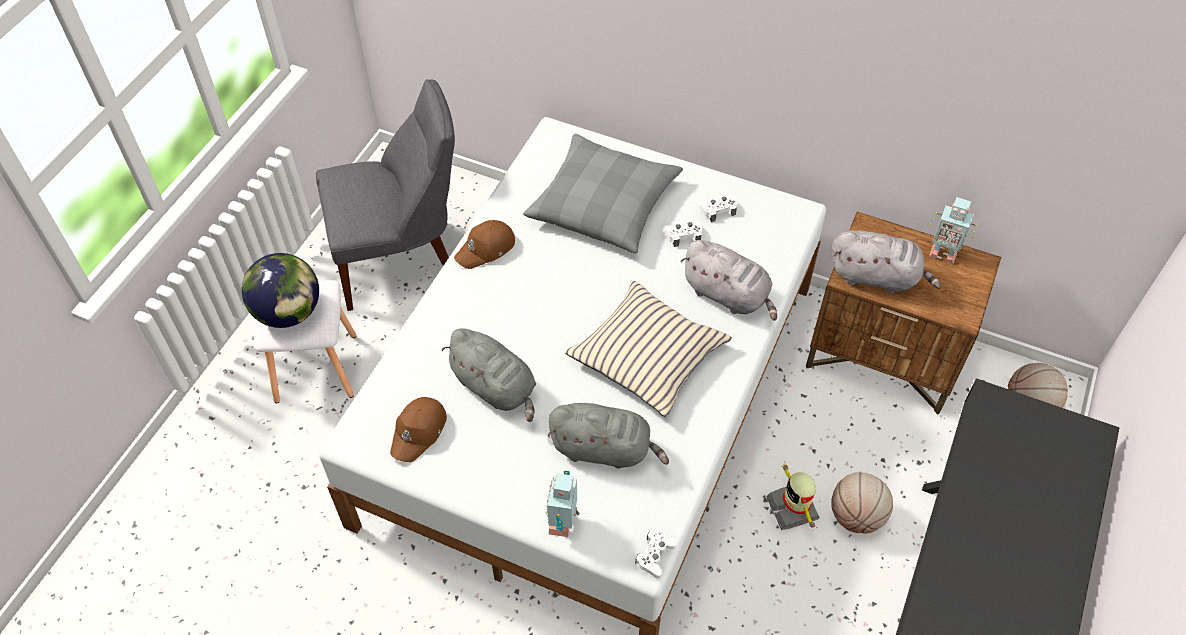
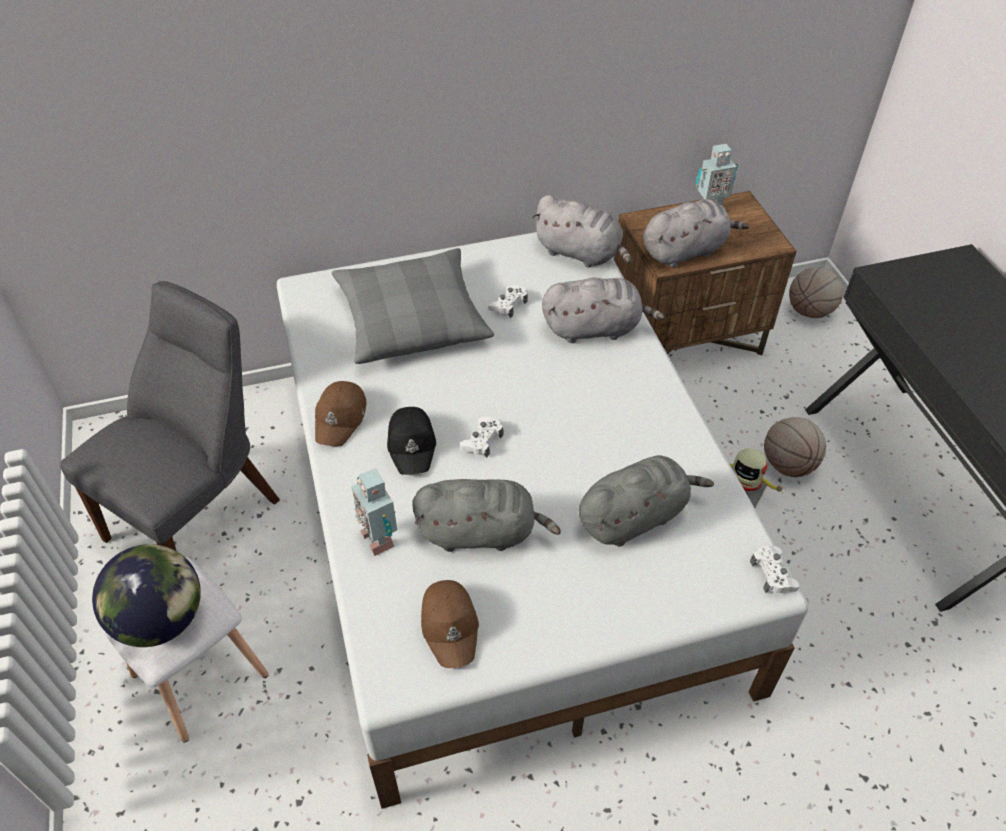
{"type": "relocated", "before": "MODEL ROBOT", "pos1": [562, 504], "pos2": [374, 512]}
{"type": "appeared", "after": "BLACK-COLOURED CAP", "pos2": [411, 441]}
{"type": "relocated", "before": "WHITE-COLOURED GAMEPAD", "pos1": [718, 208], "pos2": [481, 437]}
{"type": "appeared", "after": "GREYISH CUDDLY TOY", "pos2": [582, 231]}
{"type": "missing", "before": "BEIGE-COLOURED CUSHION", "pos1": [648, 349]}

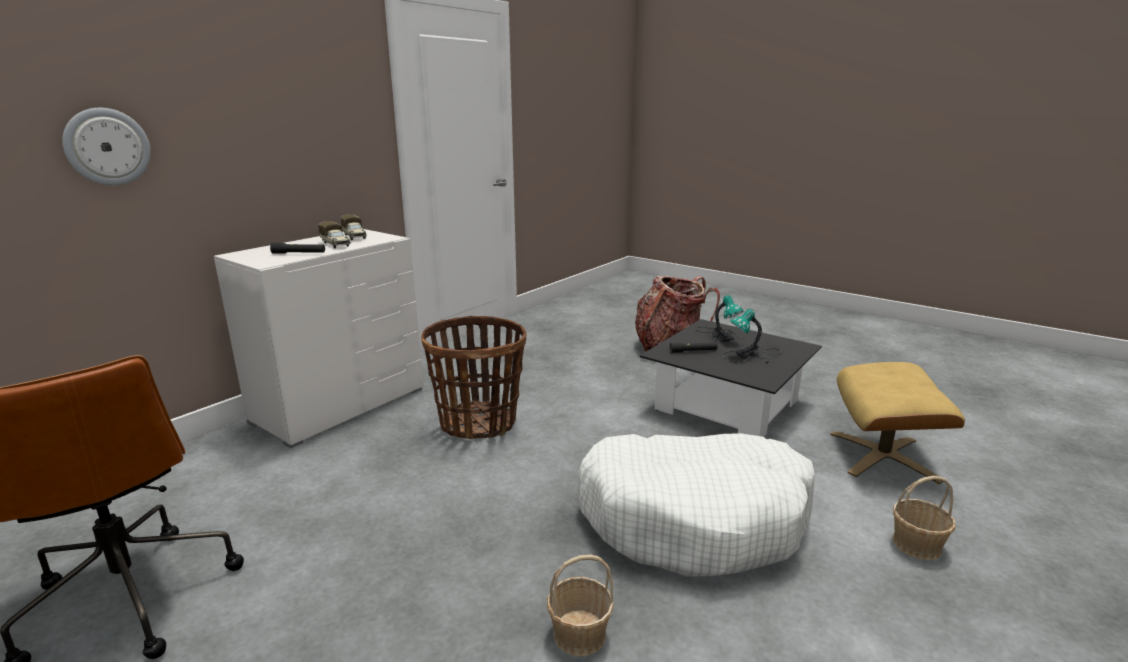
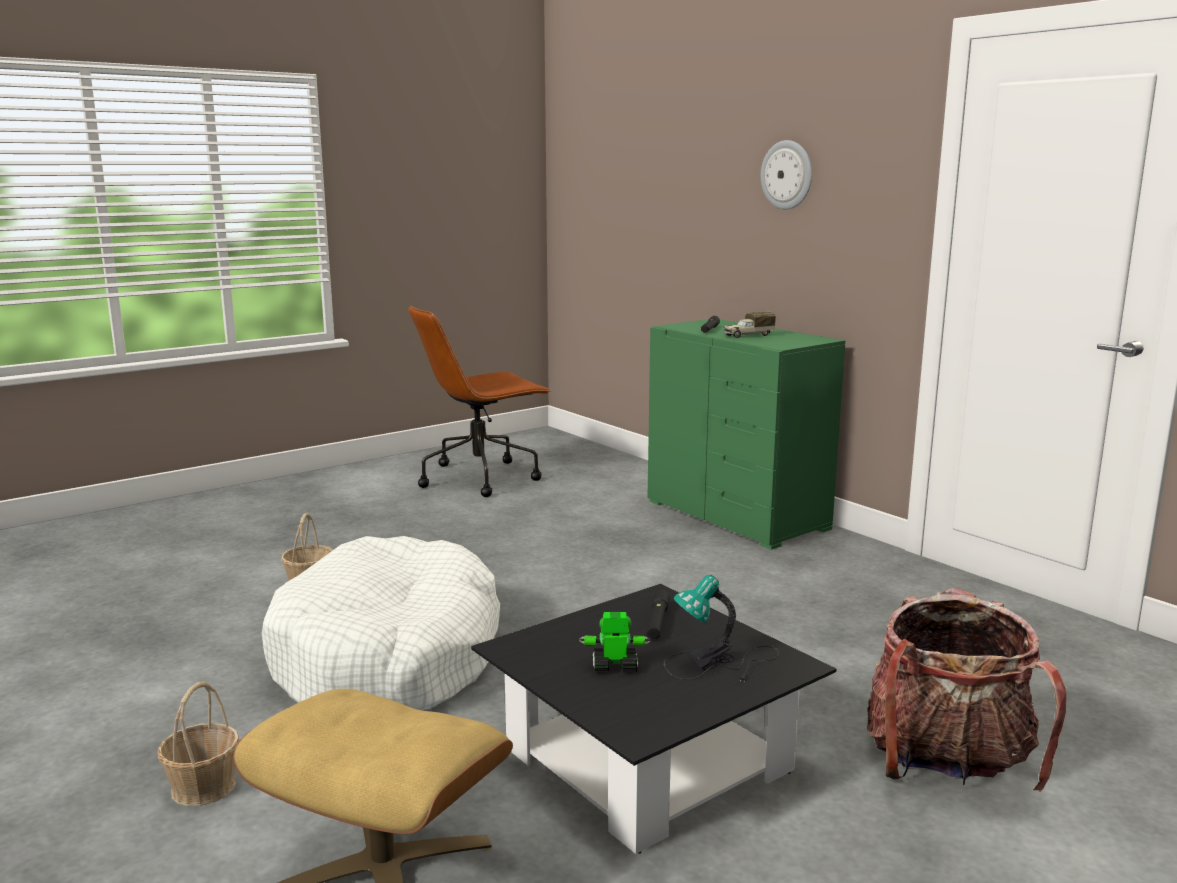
{"type": "exchanged", "before": "LAMP FOR A TABLE", "after": "MODEL ROBOT", "pos1": [752, 336], "pos2": [614, 642]}
{"type": "colour", "before": "WHITE-COLOURED DRAWER CHEST", "after": "GREEN-COLOURED DRAWER CHEST", "pos1": [318, 338], "pos2": [746, 434]}
{"type": "relocated", "before": "WALL CLOCK", "pos1": [106, 147], "pos2": [786, 174]}
{"type": "missing", "before": "TOY LORRY", "pos1": [354, 227]}
{"type": "missing", "before": "HOUSEHOLD BASKET", "pos1": [474, 377]}

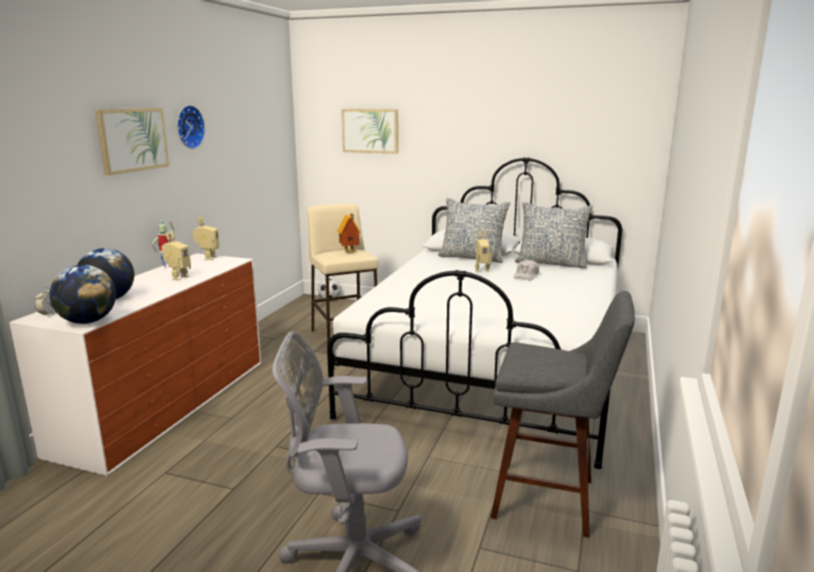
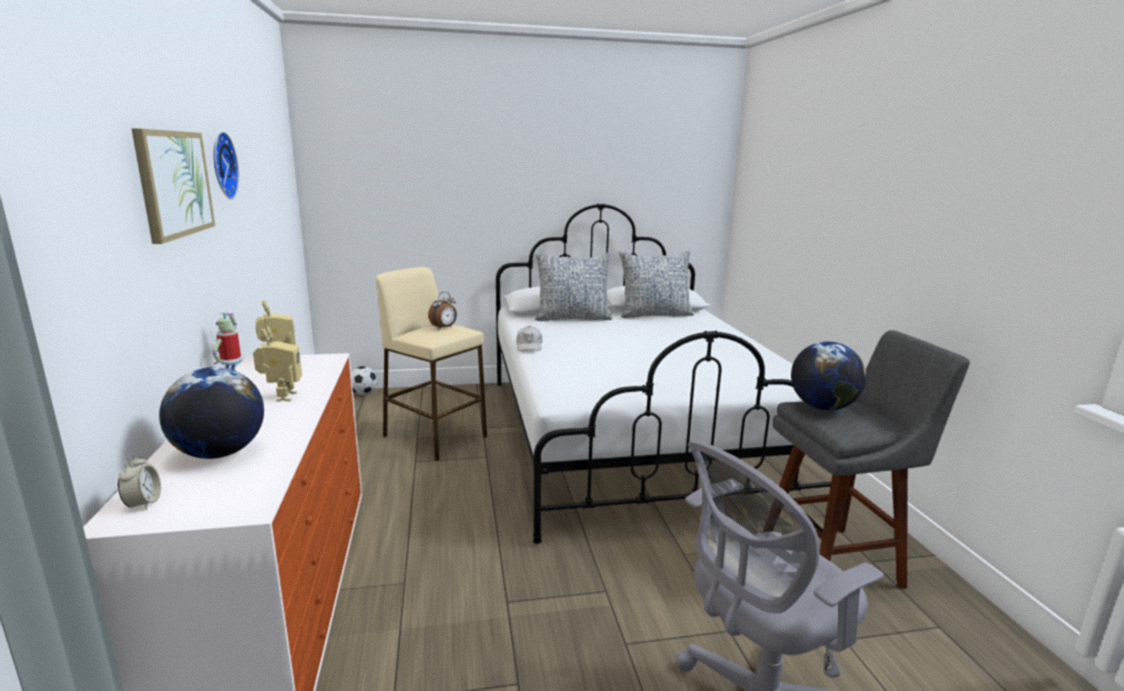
{"type": "exchanged", "before": "TOY HOUSE", "after": "BEDSIDE CLOCK", "pos1": [349, 233], "pos2": [442, 310]}
{"type": "relocated", "before": "WHITE-COLOURED CAP", "pos1": [526, 270], "pos2": [529, 338]}
{"type": "relocated", "before": "GLOBE", "pos1": [82, 294], "pos2": [828, 375]}
{"type": "missing", "before": "WALL ART", "pos1": [369, 131]}
{"type": "missing", "before": "MODEL ROBOT", "pos1": [483, 251]}

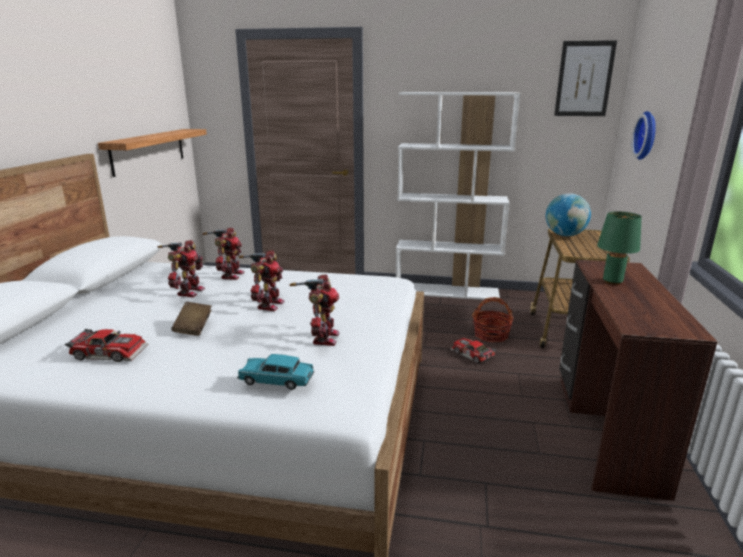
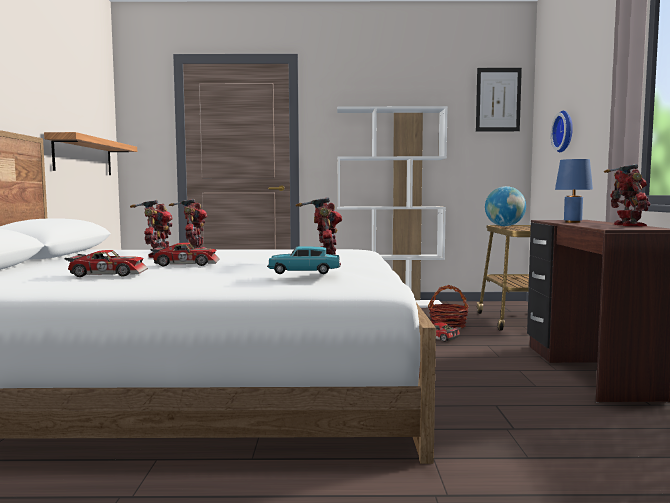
{"type": "exchanged", "before": "BROWNISH VOLUME", "after": "MODEL CAR", "pos1": [191, 319], "pos2": [184, 254]}
{"type": "colour", "before": "GREEN-COLOURED LAMP FOR A TABLE", "after": "BLUE-COLOURED LAMP FOR A TABLE", "pos1": [619, 248], "pos2": [574, 191]}
{"type": "relocated", "before": "MODEL ROBOT", "pos1": [262, 280], "pos2": [627, 195]}

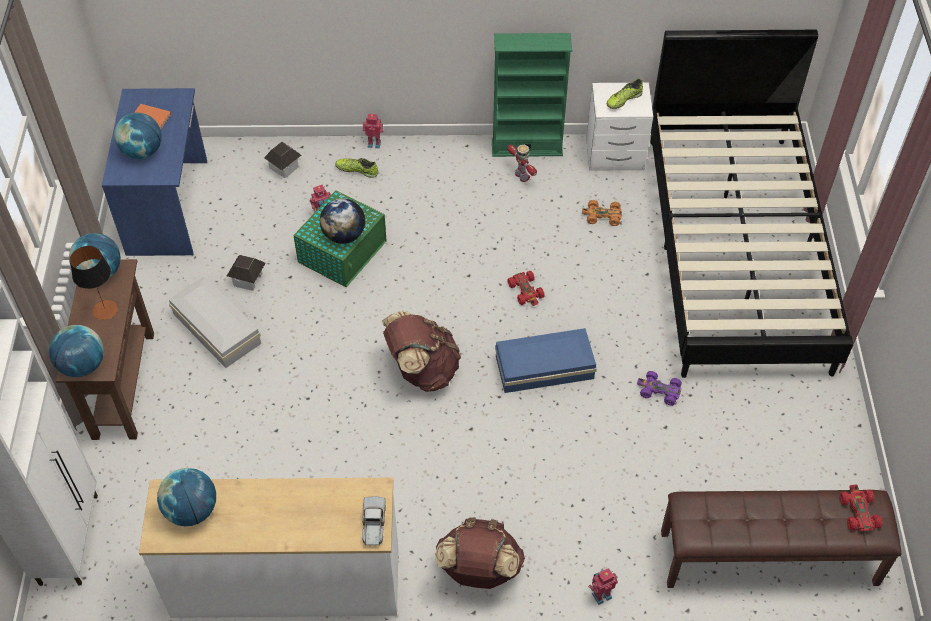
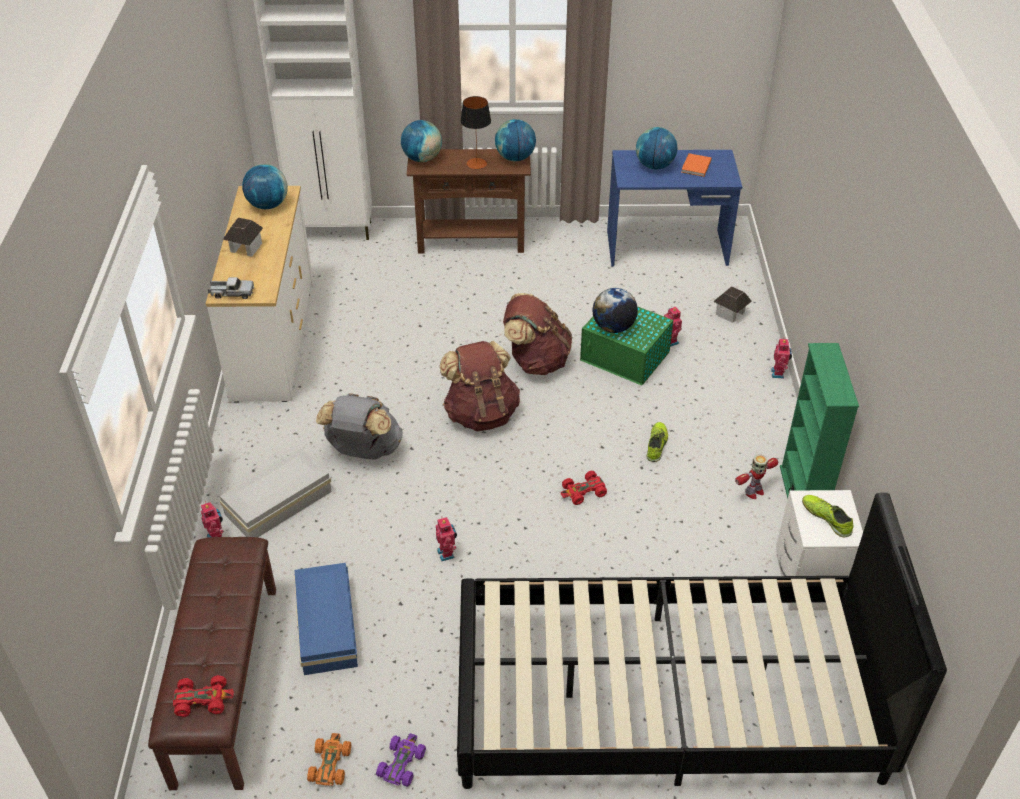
{"type": "relocated", "before": "WHITE-COLOURED STORAGE BIN", "pos1": [215, 322], "pos2": [276, 492]}
{"type": "relocated", "before": "TOY HOUSE", "pos1": [246, 273], "pos2": [243, 237]}
{"type": "relocated", "before": "BLUE-COLOURED STORAGE BIN", "pos1": [546, 360], "pos2": [326, 619]}
{"type": "relocated", "before": "ORANGEY MODEL CAR", "pos1": [602, 213], "pos2": [329, 759]}
{"type": "appeared", "after": "GREYISH KNAPSACK", "pos2": [359, 426]}
{"type": "relocated", "before": "PURPLE-COLOURED MODEL CAR", "pos1": [659, 388], "pos2": [401, 760]}
{"type": "appeared", "after": "MODEL ROBOT", "pos2": [446, 539]}
{"type": "relocated", "before": "BROWNISH KNAPSACK", "pos1": [480, 553], "pos2": [537, 334]}
{"type": "relocated", "before": "LOW SHOE", "pos1": [356, 168], "pos2": [657, 442]}

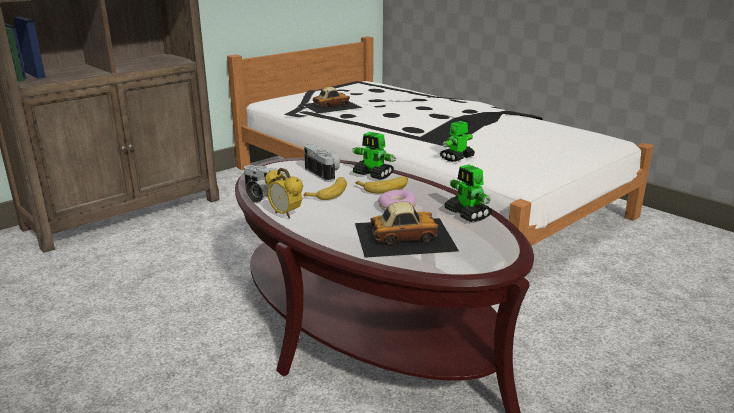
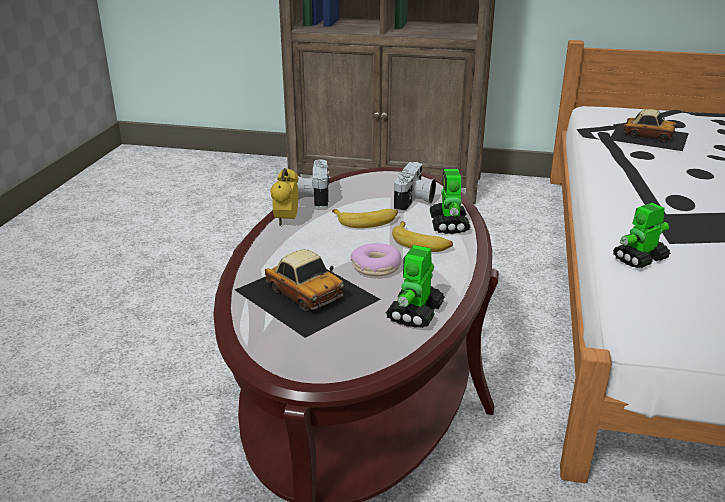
{"type": "spun", "before": "MODEL ROBOT", "pos1": [457, 141], "pos2": [642, 235], "turn": -45}

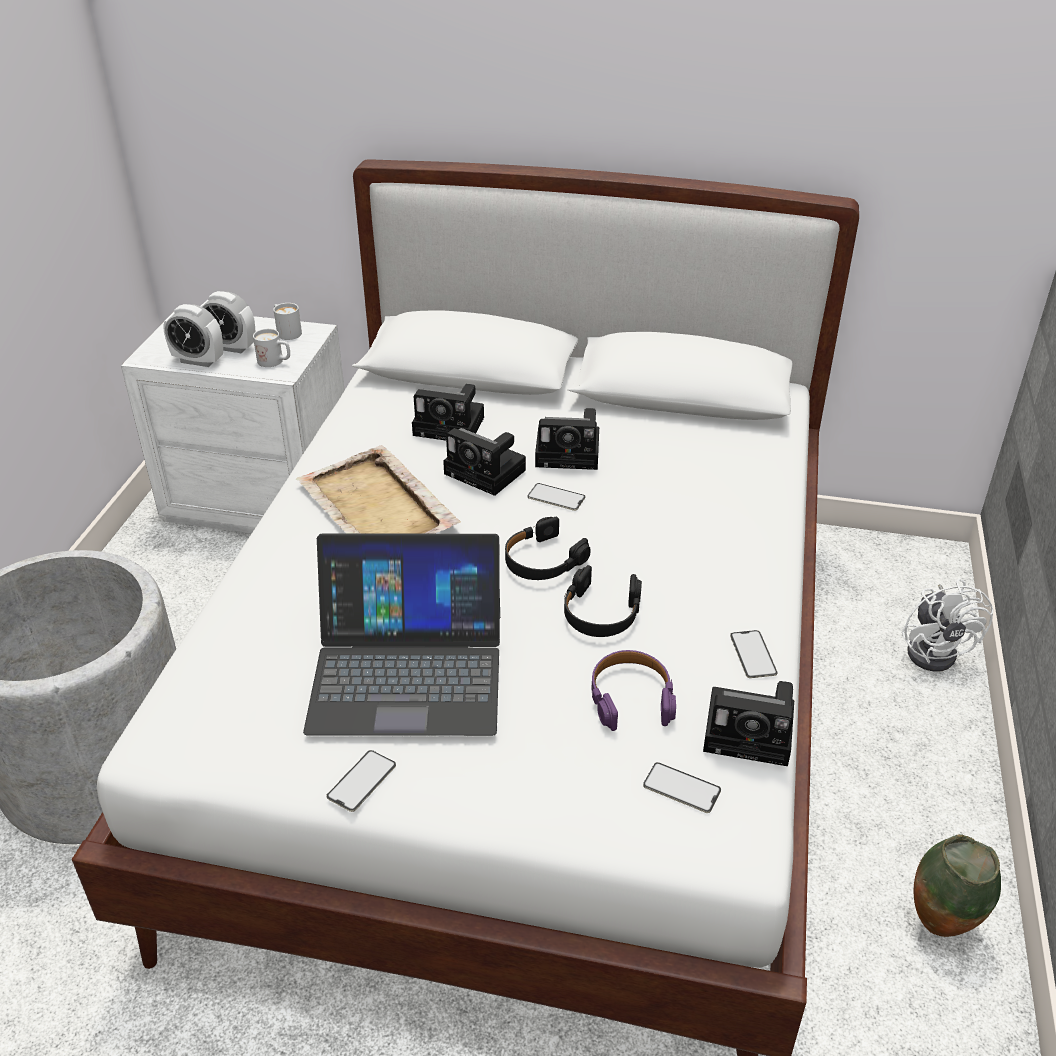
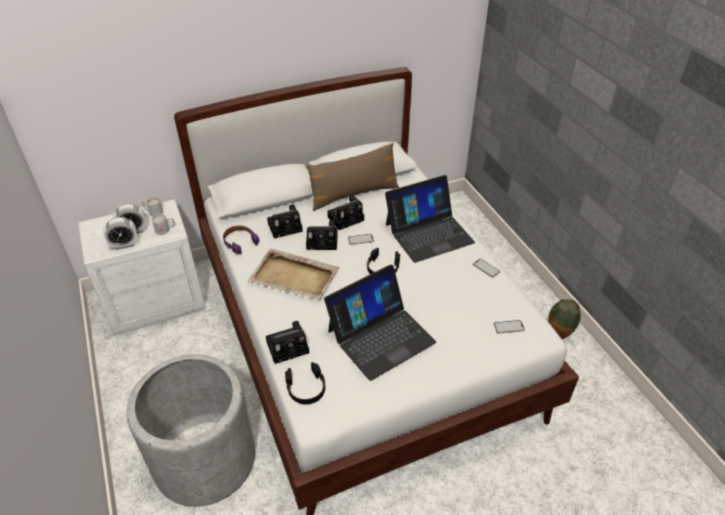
{"type": "relocated", "before": "PURPLE-COLOURED PAIR OF HEADPHONES", "pos1": [633, 690], "pos2": [241, 239]}
{"type": "relocated", "before": "STILL CAMERA", "pos1": [748, 723], "pos2": [287, 342]}
{"type": "relocated", "before": "BLACK-COLOURED PAIR OF HEADPHONES", "pos1": [603, 601], "pos2": [305, 383]}
{"type": "appeared", "after": "BROWNISH CUSHION", "pos2": [352, 177]}
{"type": "appeared", "after": "PORTABLE COMPUTER", "pos2": [430, 219]}
{"type": "missing", "before": "TELEPHONE", "pos1": [361, 781]}
{"type": "missing", "before": "WHITE-COLOURED ELECTRIC FAN", "pos1": [947, 625]}

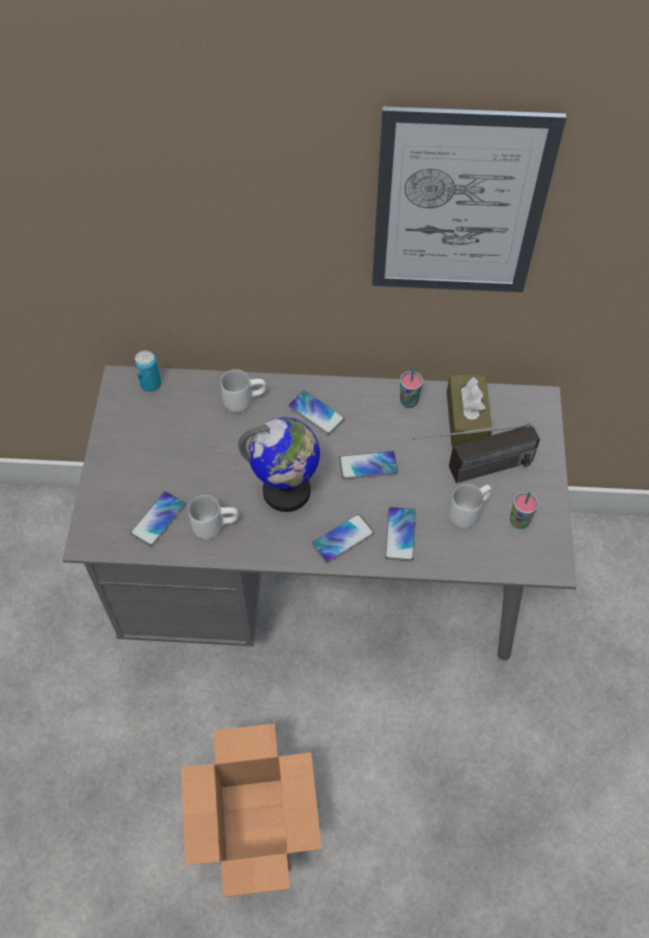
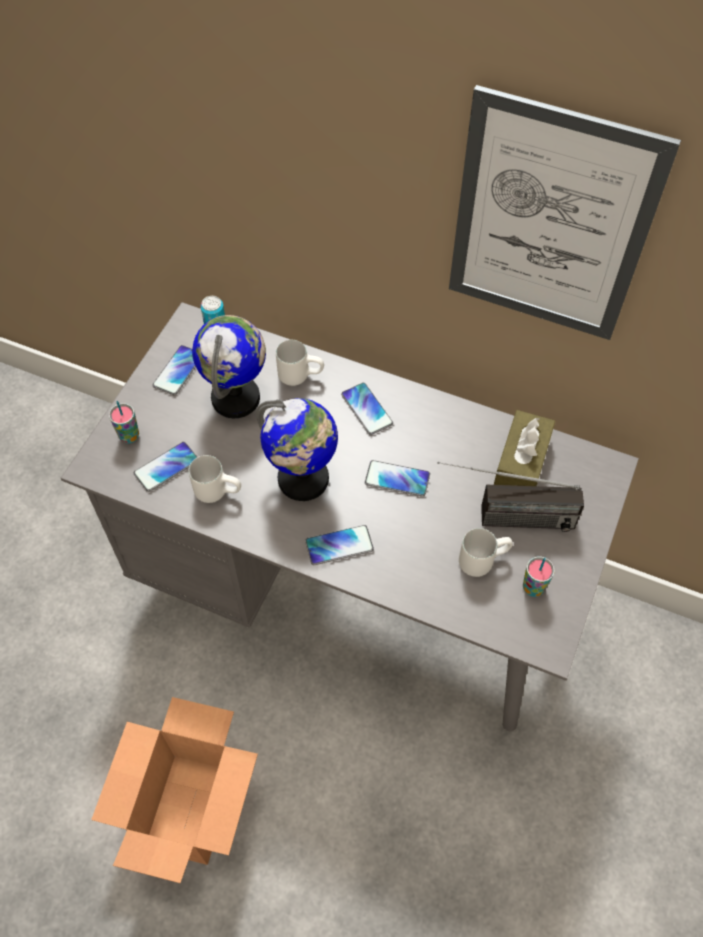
{"type": "relocated", "before": "CUP", "pos1": [411, 388], "pos2": [124, 422]}
{"type": "relocated", "before": "TELEPHONE", "pos1": [400, 534], "pos2": [174, 370]}
{"type": "appeared", "after": "GLOBE", "pos2": [229, 366]}

